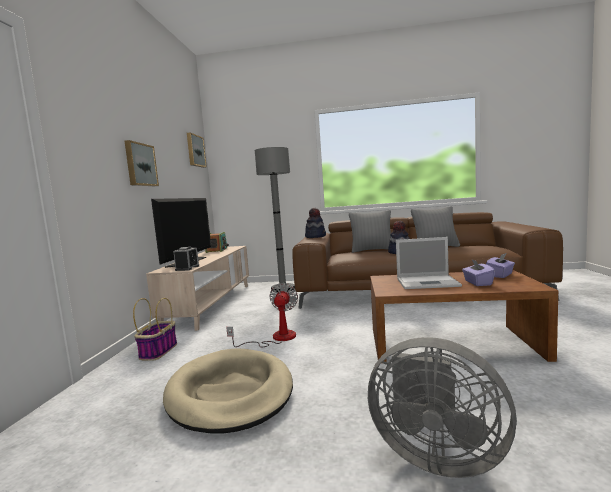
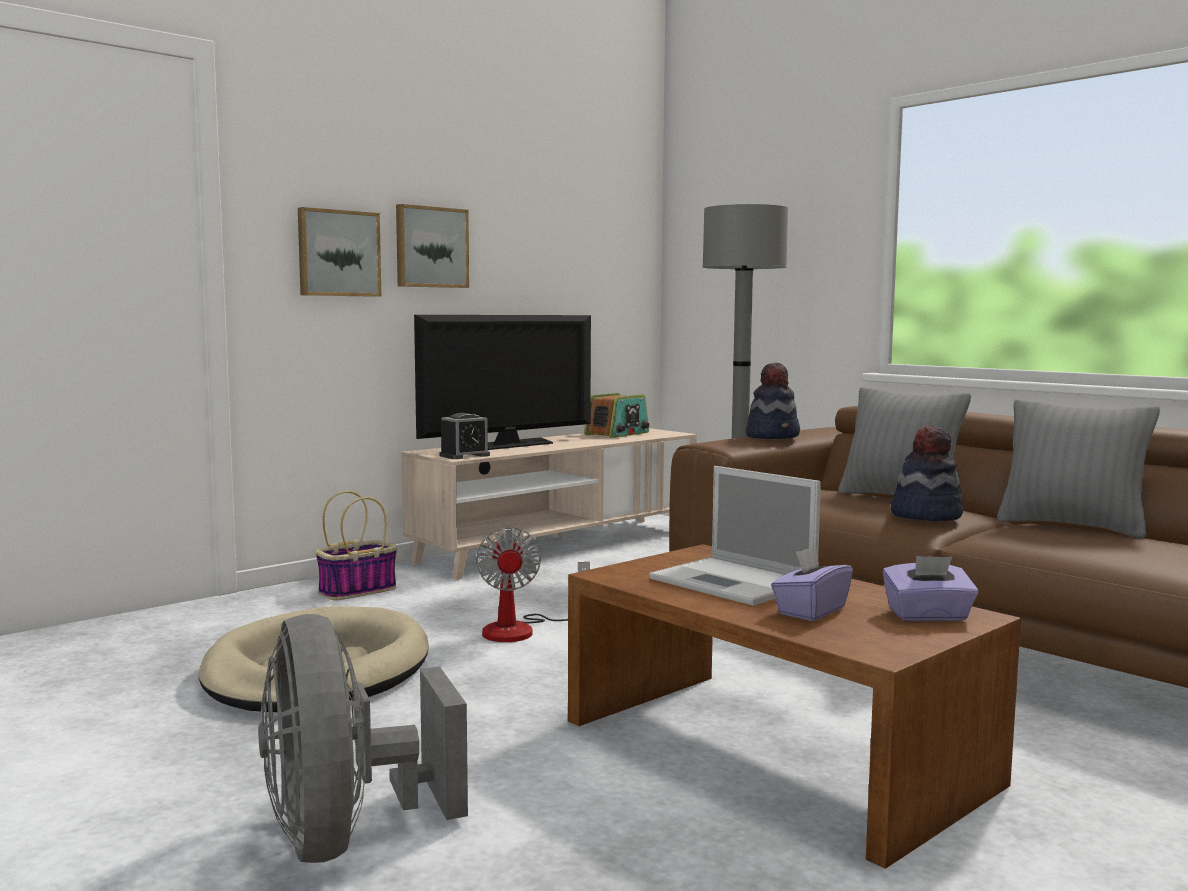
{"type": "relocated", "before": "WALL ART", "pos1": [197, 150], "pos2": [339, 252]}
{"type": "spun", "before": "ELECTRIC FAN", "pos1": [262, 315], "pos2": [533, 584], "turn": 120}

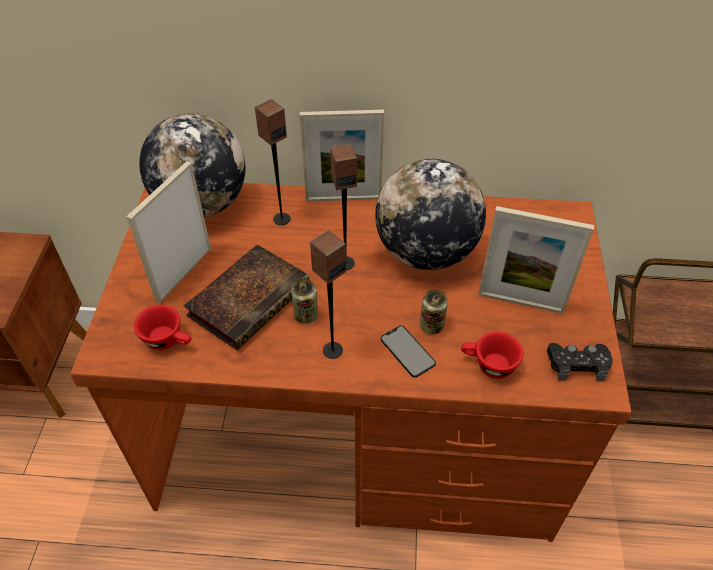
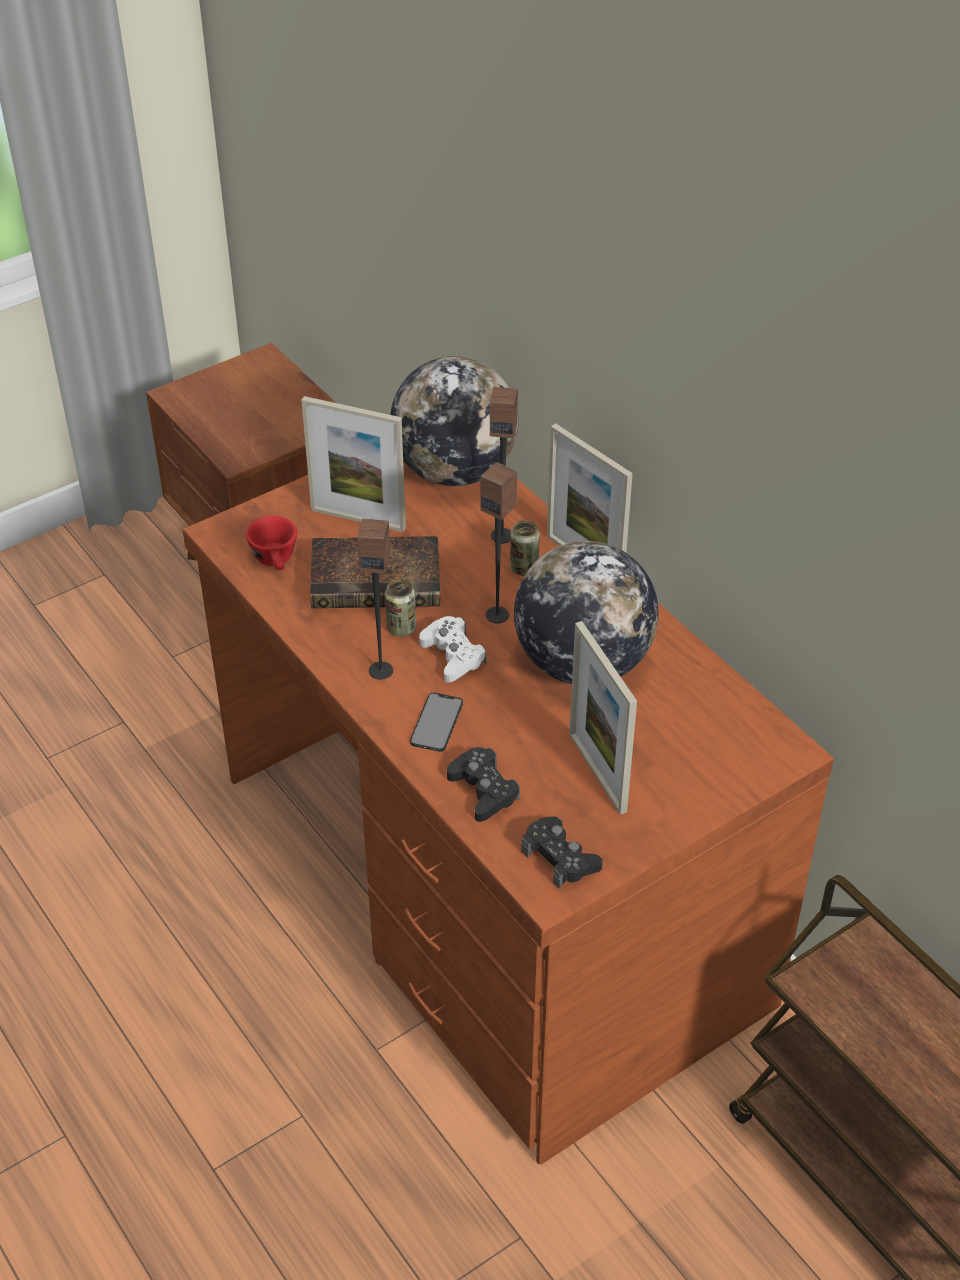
{"type": "spun", "before": "STANDING FRAME", "pos1": [168, 232], "pos2": [354, 464], "turn": -150}
{"type": "appeared", "after": "WHITE-COLOURED GAMEPAD", "pos2": [452, 649]}
{"type": "exchanged", "before": "REDDISH CUP", "after": "BLACK-COLOURED GAMEPAD", "pos1": [492, 355], "pos2": [483, 784]}
{"type": "relocated", "before": "SEALED CAN", "pos1": [434, 311], "pos2": [525, 548]}

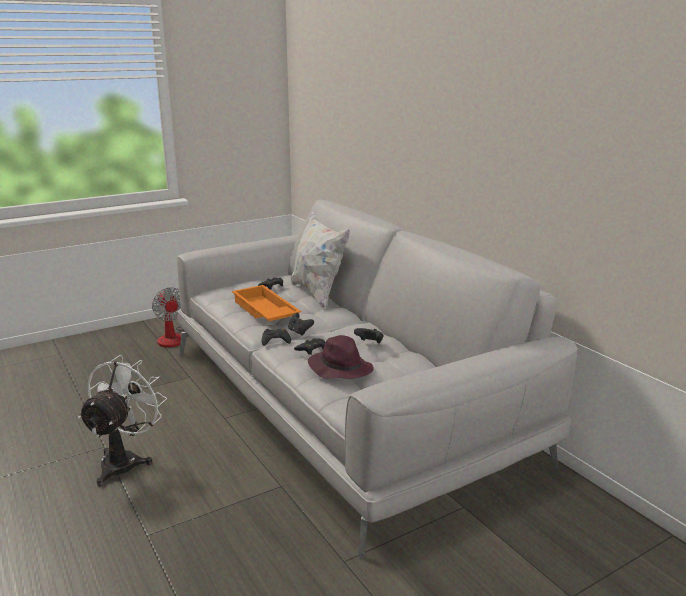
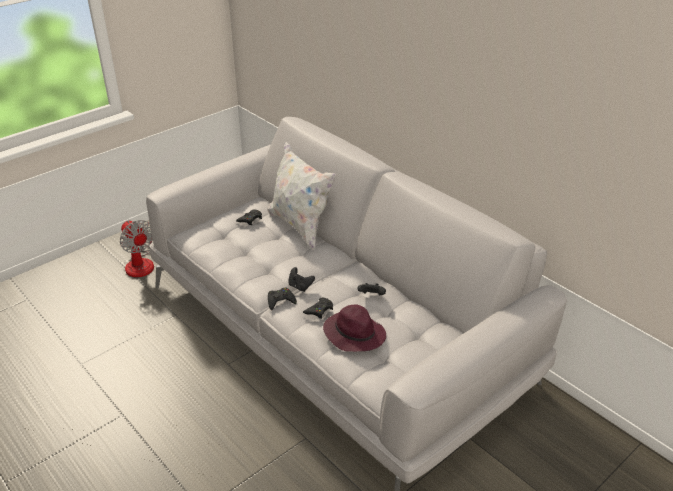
{"type": "missing", "before": "WHITE-COLOURED ELECTRIC FAN", "pos1": [122, 420]}
{"type": "missing", "before": "ORANGEY TRAY", "pos1": [266, 303]}

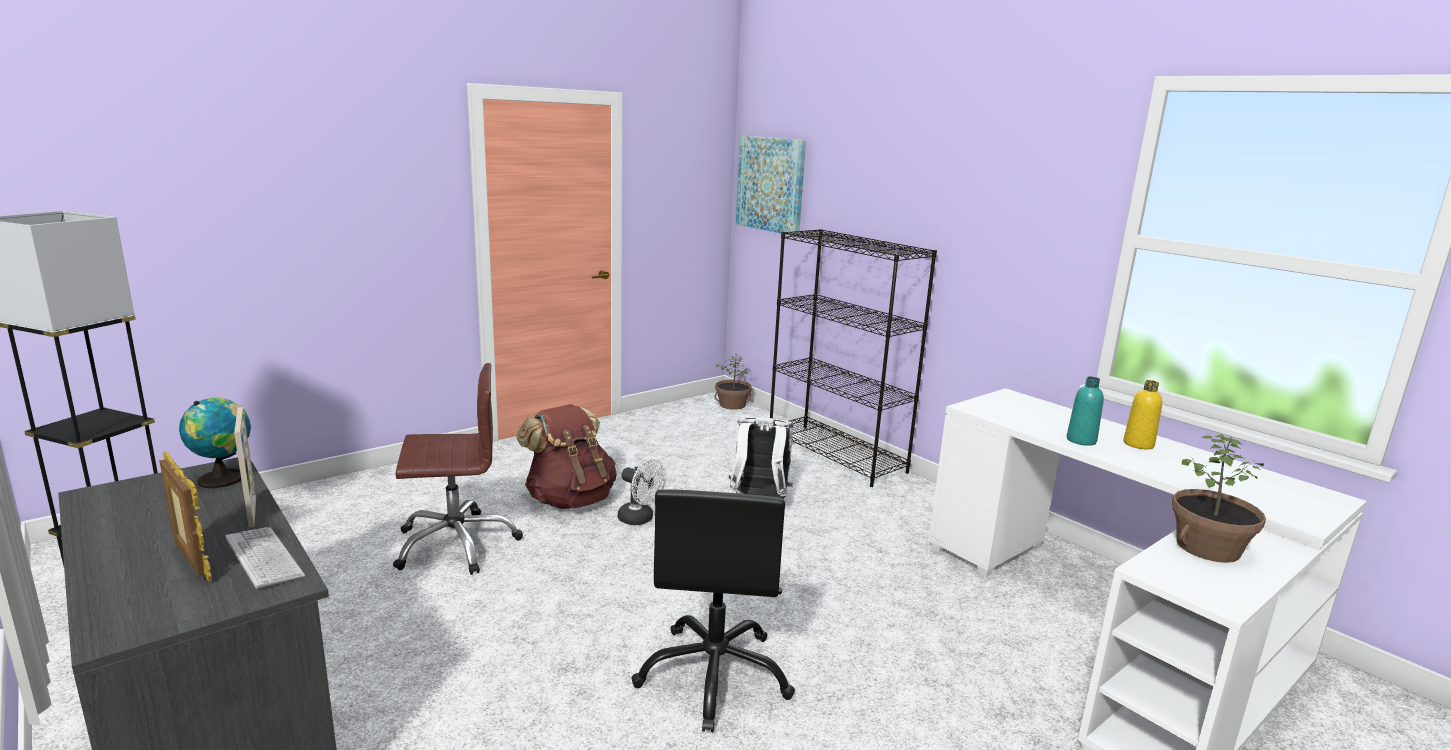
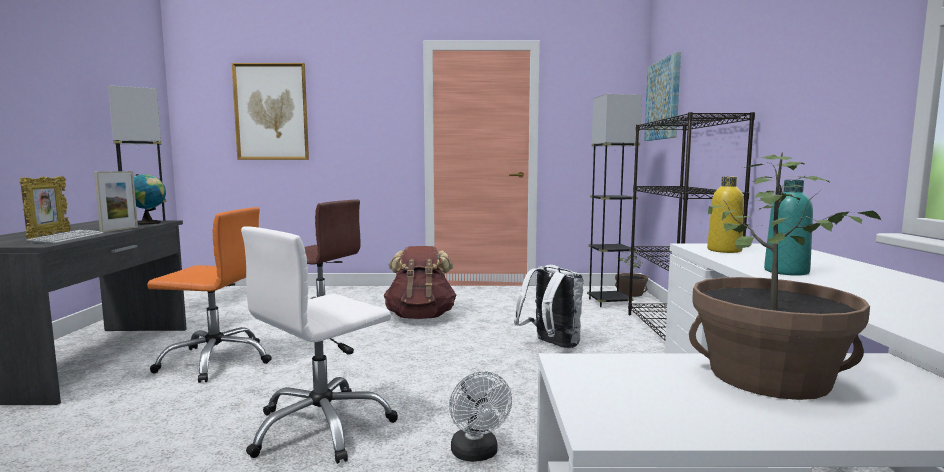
{"type": "appeared", "after": "ORANGEY OFFICE CHAIR", "pos2": [209, 295]}
{"type": "appeared", "after": "WALL ART", "pos2": [270, 111]}
{"type": "colour", "before": "BLACK-COLOURED OFFICE CHAIR", "after": "WHITE-COLOURED OFFICE CHAIR", "pos1": [713, 610], "pos2": [319, 345]}
{"type": "relocated", "before": "WHITE-COLOURED ELECTRIC FAN", "pos1": [642, 492], "pos2": [480, 416]}
{"type": "appeared", "after": "BLACK-COLOURED FLOOR LAMP", "pos2": [614, 200]}
{"type": "relocated", "before": "YELLOW-COLOURED BOTTLE", "pos1": [1142, 414], "pos2": [725, 215]}

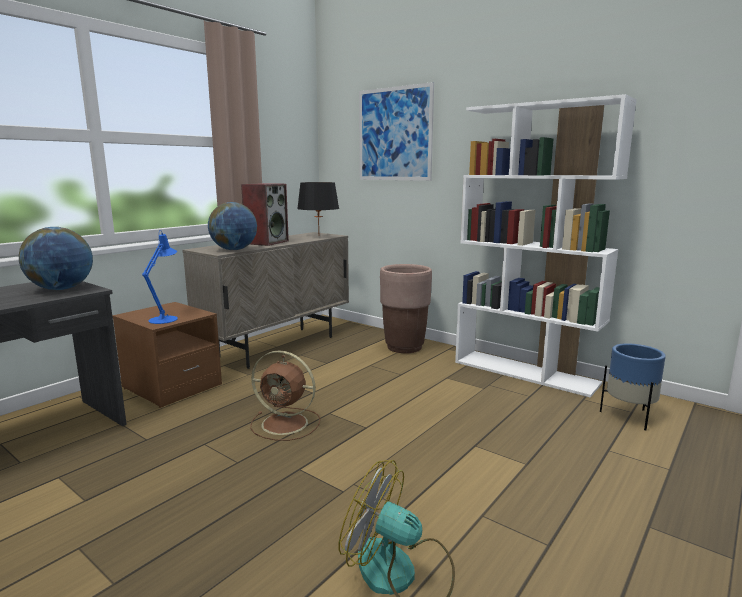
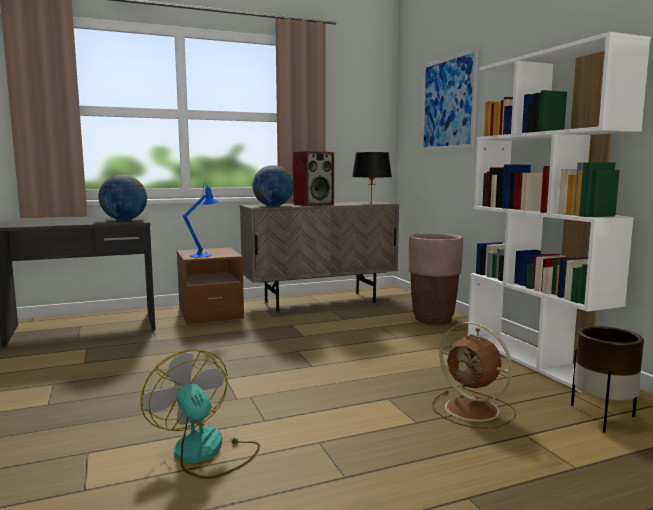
{"type": "relocated", "before": "BROWNISH ELECTRIC FAN", "pos1": [285, 396], "pos2": [474, 375]}
{"type": "colour", "before": "BLUE-COLOURED PLANT POT", "after": "BROWNISH PLANT POT", "pos1": [633, 387], "pos2": [607, 379]}

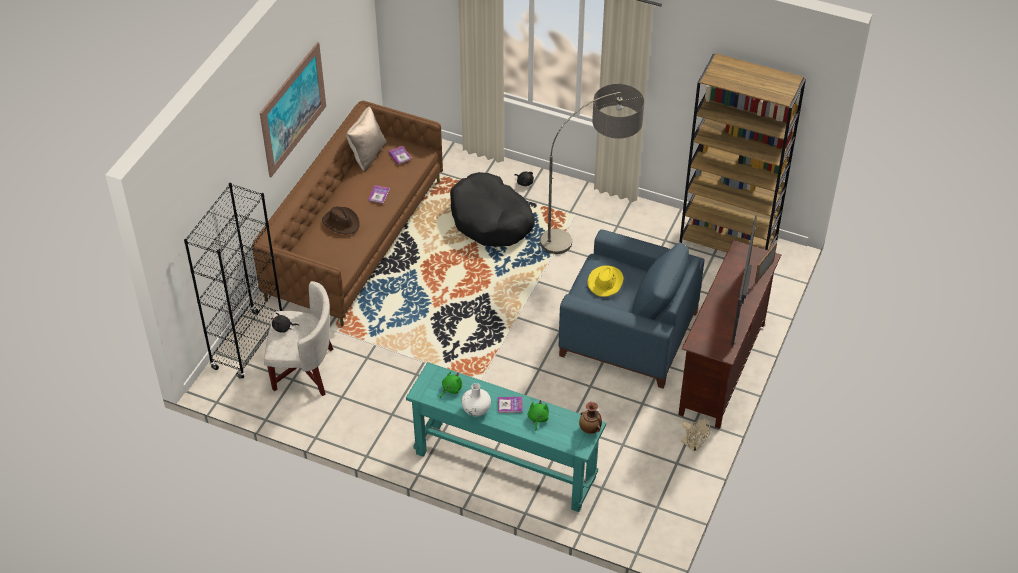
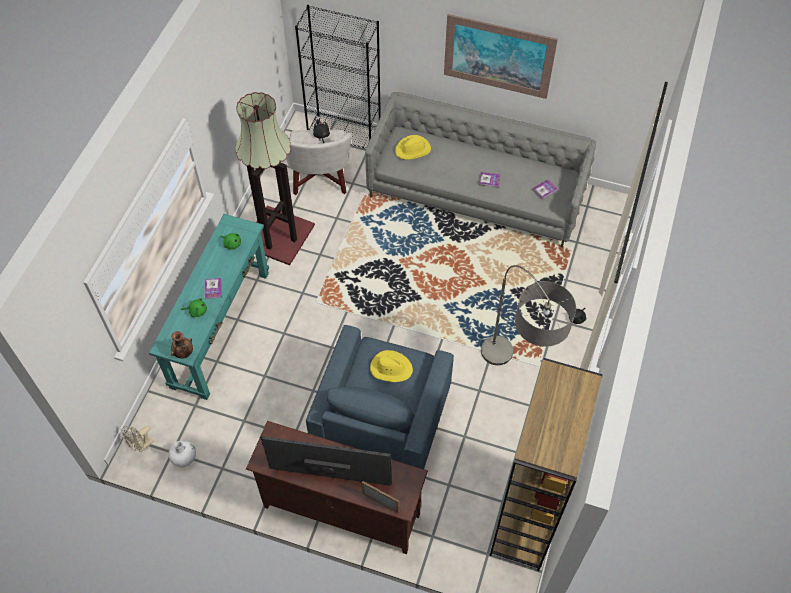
{"type": "relocated", "before": "BEIGE-COLOURED ELECTRIC FAN", "pos1": [695, 435], "pos2": [138, 439]}
{"type": "relocated", "before": "WHITE-COLOURED VASE", "pos1": [476, 399], "pos2": [182, 453]}
{"type": "appeared", "after": "FLOOR LAMP", "pos2": [275, 178]}
{"type": "colour", "before": "BROWNISH SETTEE", "after": "GREYISH SETTEE", "pos1": [347, 214], "pos2": [480, 170]}
{"type": "appeared", "after": "YELLOW-COLOURED HAT", "pos2": [413, 147]}
{"type": "missing", "before": "BROWNISH HAT", "pos1": [341, 221]}
{"type": "missing", "before": "BEIGE-COLOURED CUSHION", "pos1": [366, 139]}
{"type": "missing", "before": "BLACK-COLOURED PET BED", "pos1": [492, 209]}

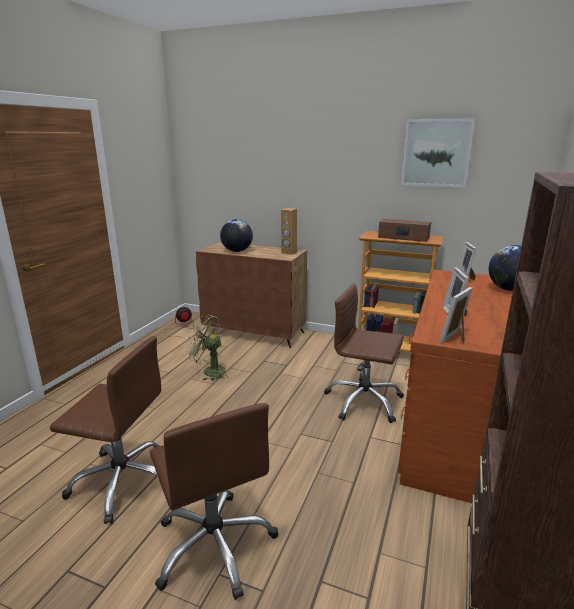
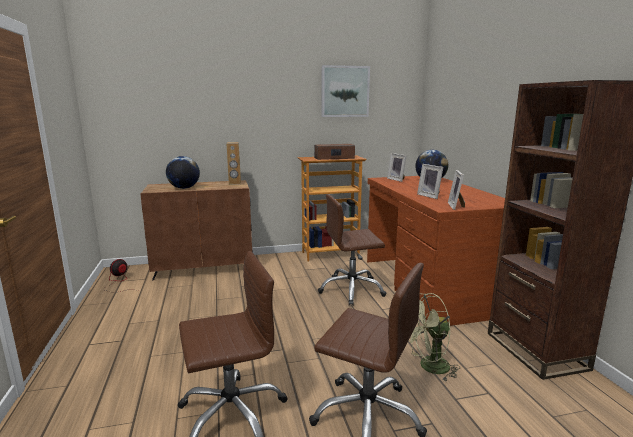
{"type": "relocated", "before": "GREEN-COLOURED ELECTRIC FAN", "pos1": [206, 348], "pos2": [435, 337]}

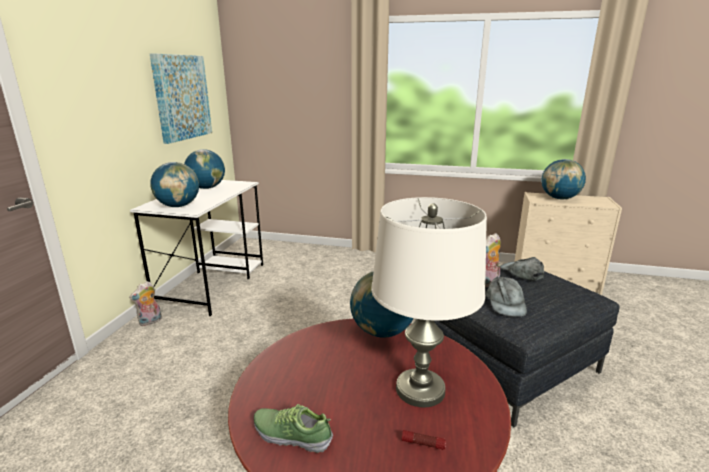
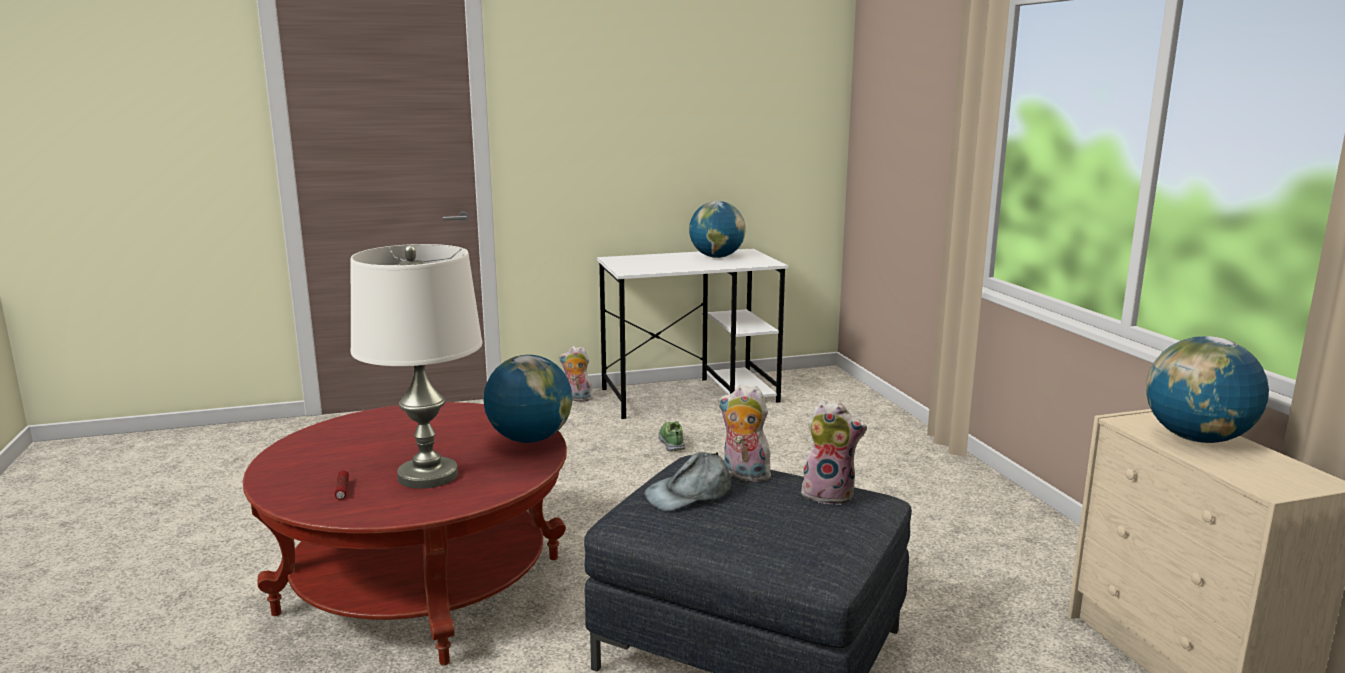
{"type": "relocated", "before": "LOW SHOE", "pos1": [293, 428], "pos2": [672, 436]}
{"type": "exchanged", "before": "GREYISH CAP", "after": "CUDDLY TOY", "pos1": [522, 269], "pos2": [833, 452]}
{"type": "missing", "before": "WALL ART", "pos1": [181, 98]}
{"type": "missing", "before": "GLOBE", "pos1": [174, 184]}

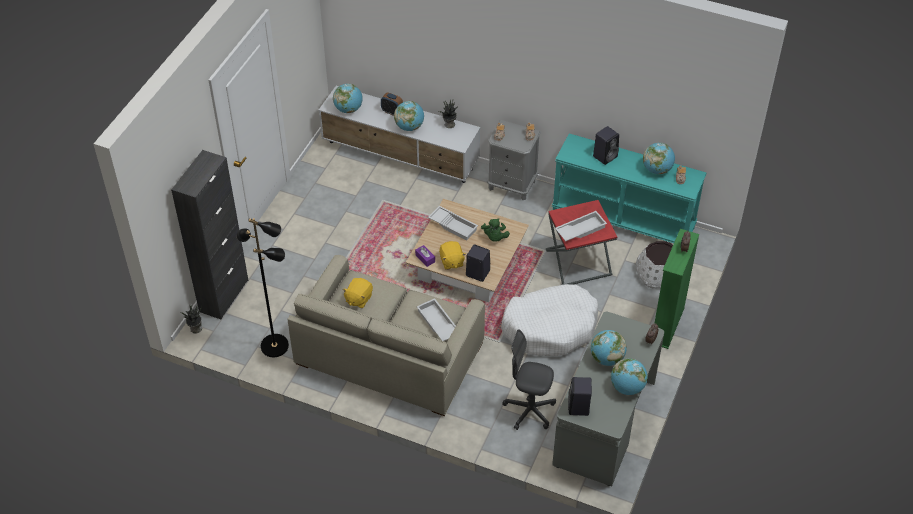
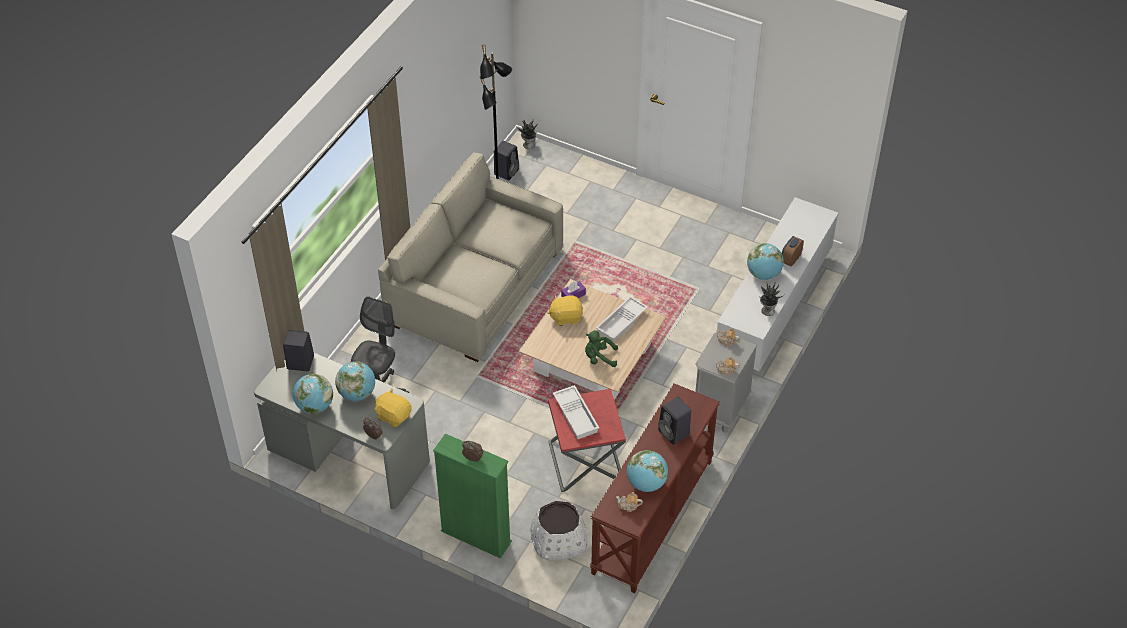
{"type": "relocated", "before": "YELLOW-COLOURED CUDDLY TOY", "pos1": [358, 293], "pos2": [393, 408]}
{"type": "relocated", "before": "BLACK-COLOURED LOUDSPEAKER", "pos1": [478, 263], "pos2": [506, 160]}
{"type": "colour", "before": "TURQUOISE HALL TABLE", "after": "BROWNISH HALL TABLE", "pos1": [629, 188], "pos2": [654, 488]}
{"type": "missing", "before": "BLACK-COLOURED STORAGE CABINET", "pos1": [209, 234]}
{"type": "missing", "before": "GLOBE", "pos1": [348, 98]}
{"type": "missing", "before": "WHITE-COLOURED TRAY", "pos1": [436, 319]}
{"type": "missing", "before": "WHITE-COLOURED PET BED", "pos1": [549, 320]}

